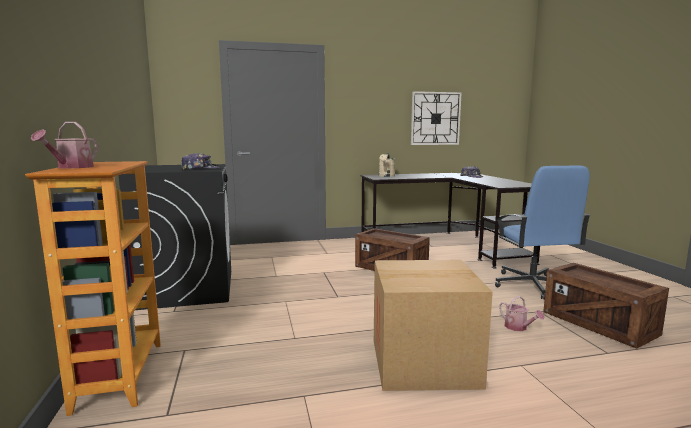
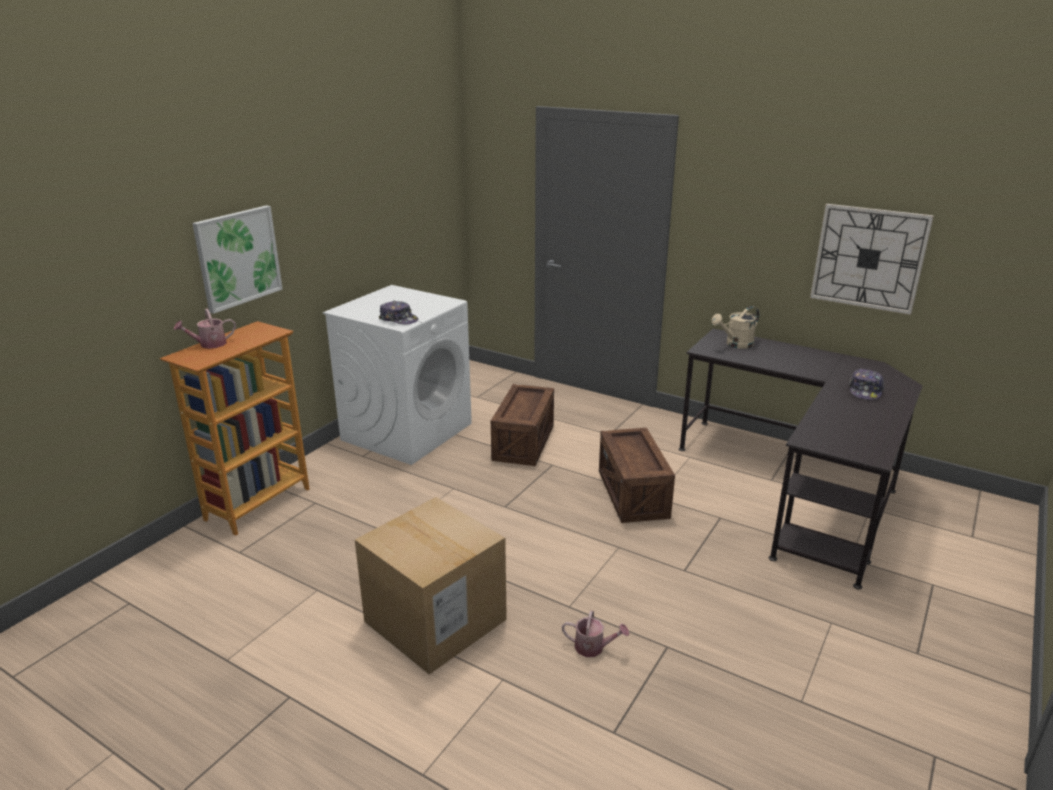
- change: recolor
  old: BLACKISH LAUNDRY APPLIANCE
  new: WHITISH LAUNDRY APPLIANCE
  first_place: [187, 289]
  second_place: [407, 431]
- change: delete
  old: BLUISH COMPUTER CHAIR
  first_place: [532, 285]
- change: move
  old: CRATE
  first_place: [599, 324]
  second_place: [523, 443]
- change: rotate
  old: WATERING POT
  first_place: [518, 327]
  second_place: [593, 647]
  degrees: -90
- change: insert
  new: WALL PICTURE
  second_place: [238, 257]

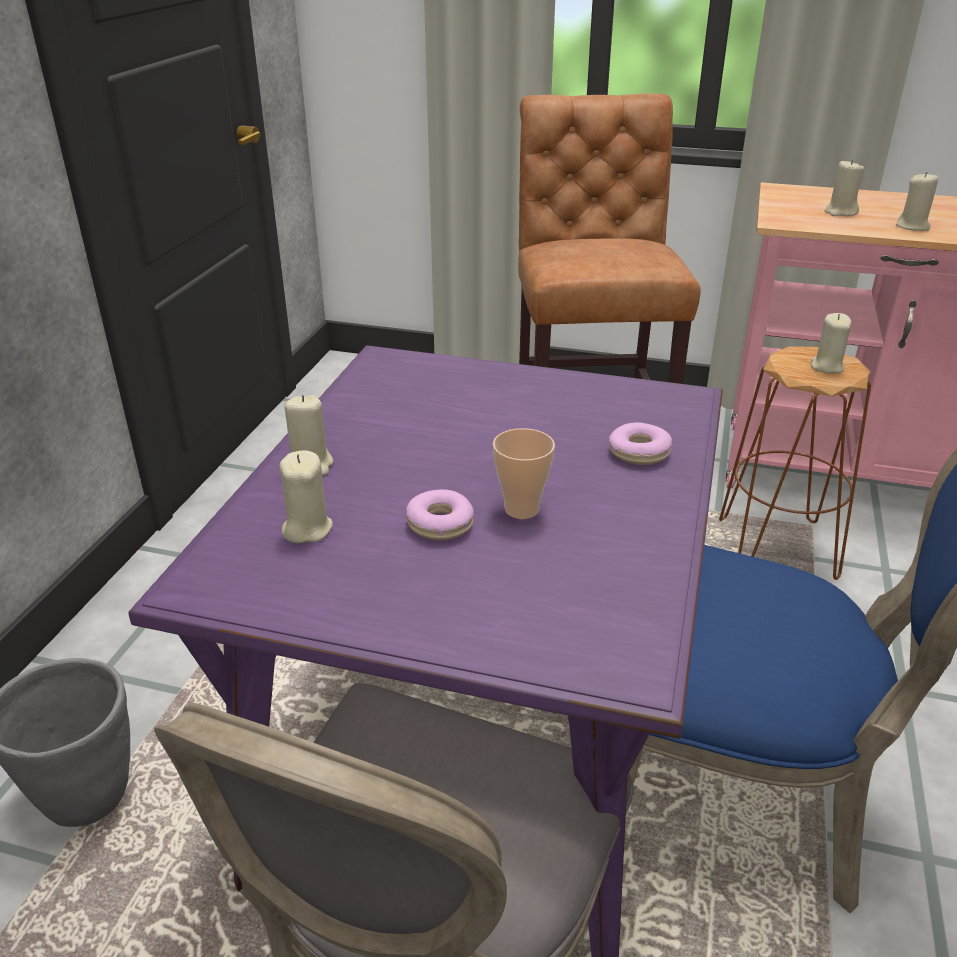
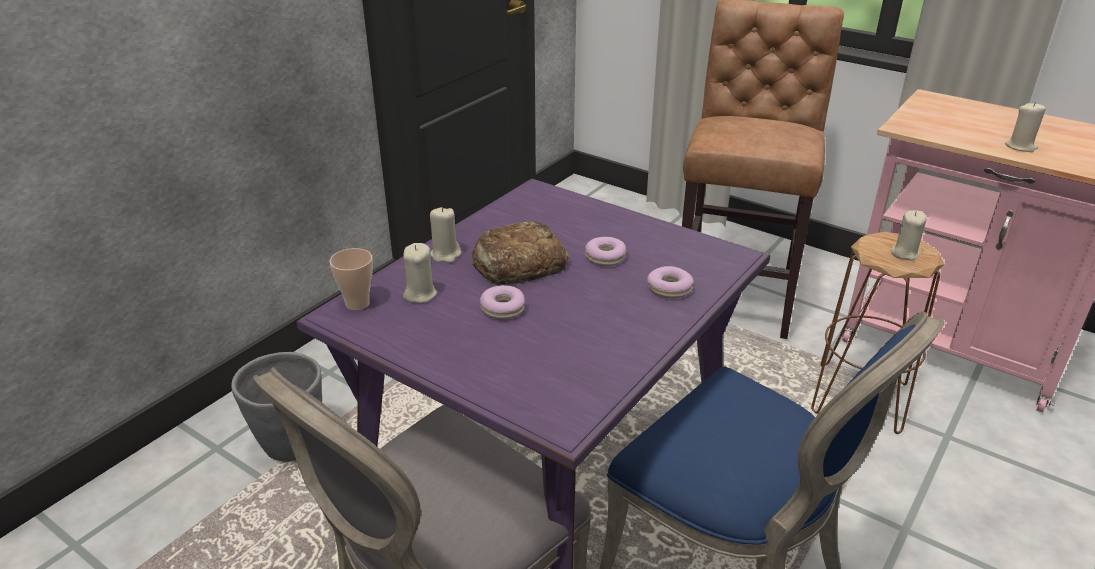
- change: delete
  old: BEIGE-COLOURED WAX LIGHT
  first_place: [840, 212]
- change: move
  old: SMALL CUP
  first_place: [521, 509]
  second_place: [357, 303]
- change: insert
  new: BAKERY BREAD
  second_place: [517, 264]
- change: insert
  new: DOUGHNUT
  second_place: [605, 257]

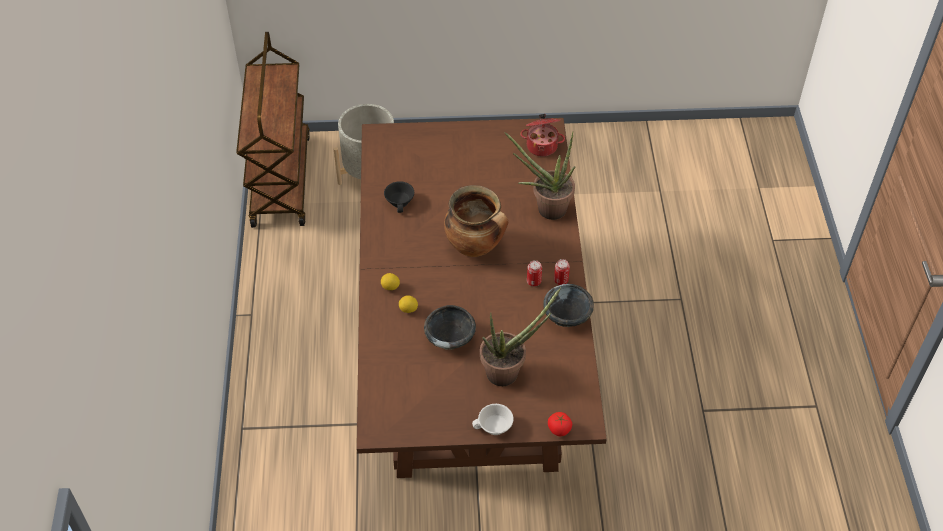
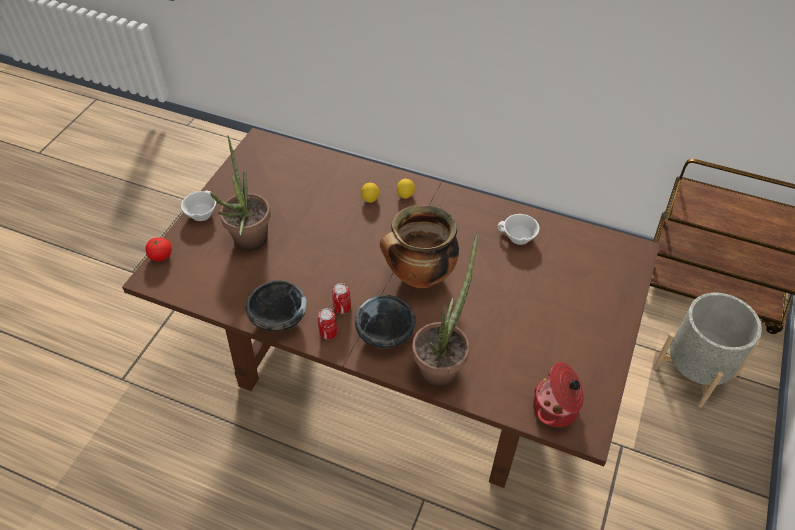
- change: recolor
  old: BLACKISH SMALL CUP
  new: WHITISH SMALL CUP
  first_place: [401, 202]
  second_place: [517, 237]
- change: move
  old: BLACKISH DEEP DISH
  first_place: [450, 337]
  second_place: [385, 333]

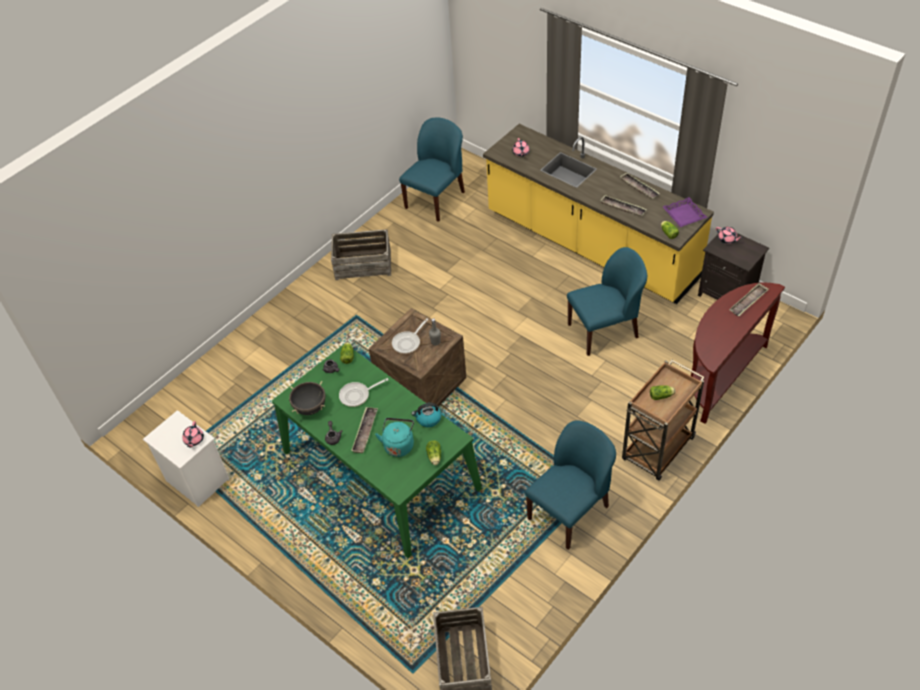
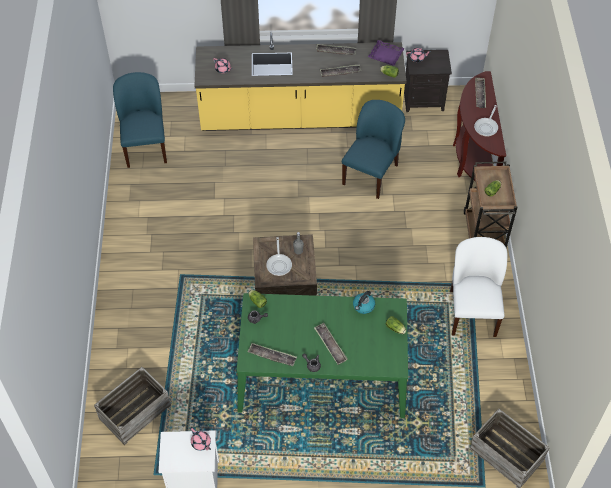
- change: move
  old: CRATE
  first_place: [363, 264]
  second_place: [134, 411]
- change: move
  old: SKILLET
  first_place: [357, 395]
  second_place: [486, 127]
- change: replace
  old: BLACKISH COOKING POT
  new: SERVING TRAY
  first_place: [310, 408]
  second_place: [272, 356]
- change: delete
  old: TURQUOISE-COLOURED WATER KETTLE
  first_place: [399, 444]
- change: recolor
  old: BLUISH UPRIGHT CHAIR
  new: WHITISH UPRIGHT CHAIR
  first_place: [569, 511]
  second_place: [472, 312]

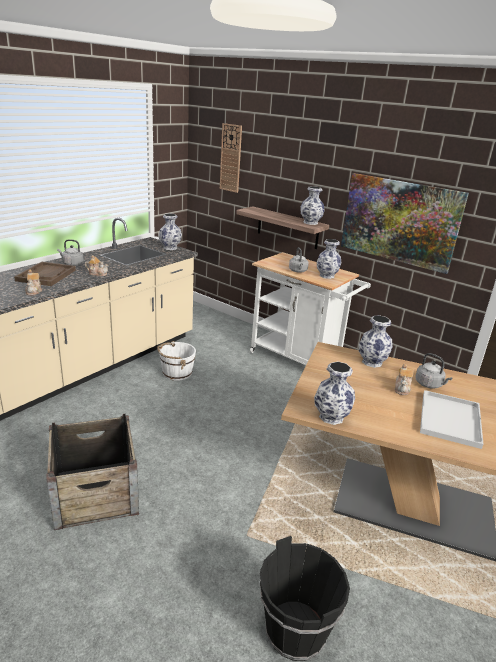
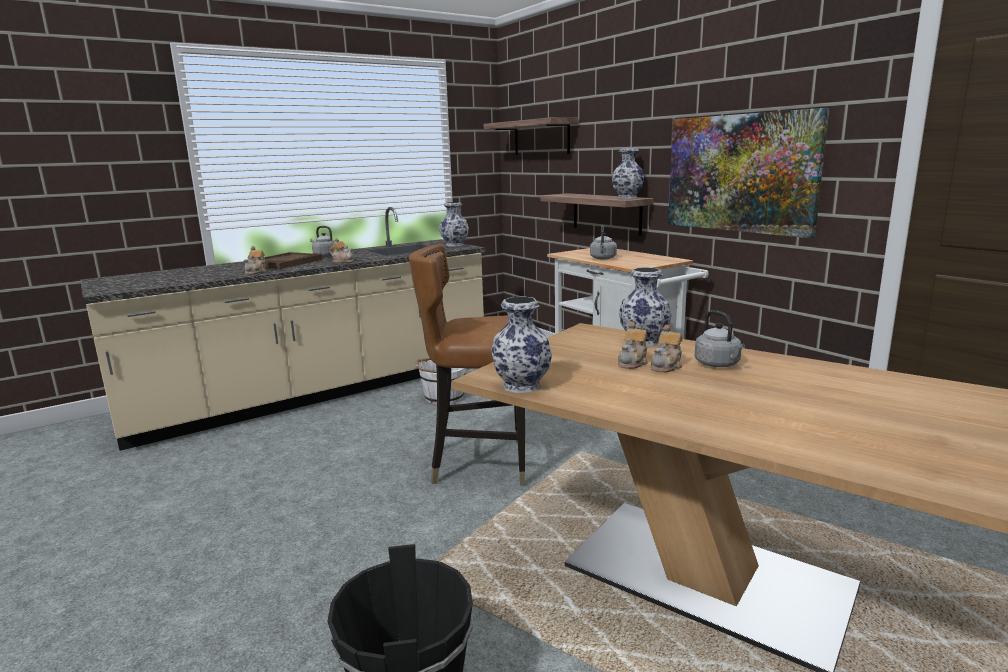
- change: replace
  old: WALL CLOCK
  new: SHELF
  first_place: [231, 158]
  second_place: [541, 137]
- change: delete
  old: DECORATIVE VASE
  first_place: [327, 276]
- change: delete
  old: WHITISH SERVING TRAY
  first_place: [451, 420]
- change: delete
  old: CRATE
  first_place: [95, 492]
- change: insert
  new: BROWNISH UPRIGHT CHAIR
  second_place: [482, 463]
- change: insert
  new: TEA POT
  second_place: [633, 362]

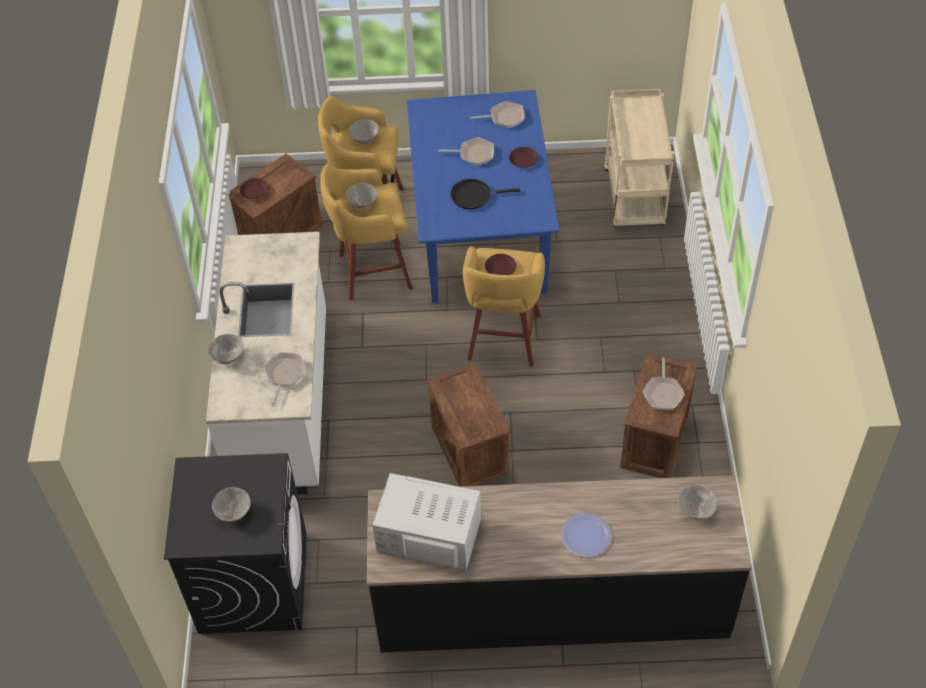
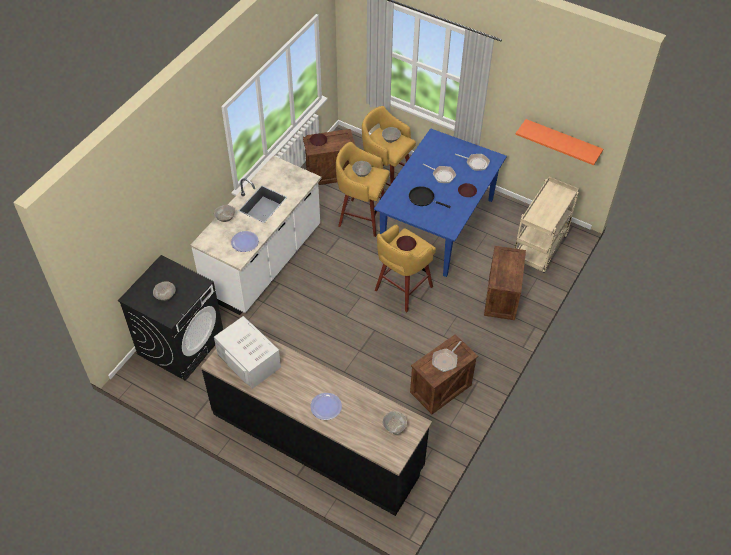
- change: replace
  old: SKILLET
  new: FLAT DISH
  first_place: [284, 375]
  second_place: [244, 242]
- change: move
  old: CRATE
  first_place: [468, 450]
  second_place: [501, 297]
- change: insert
  new: ORANGEY SHELF
  second_place: [562, 141]

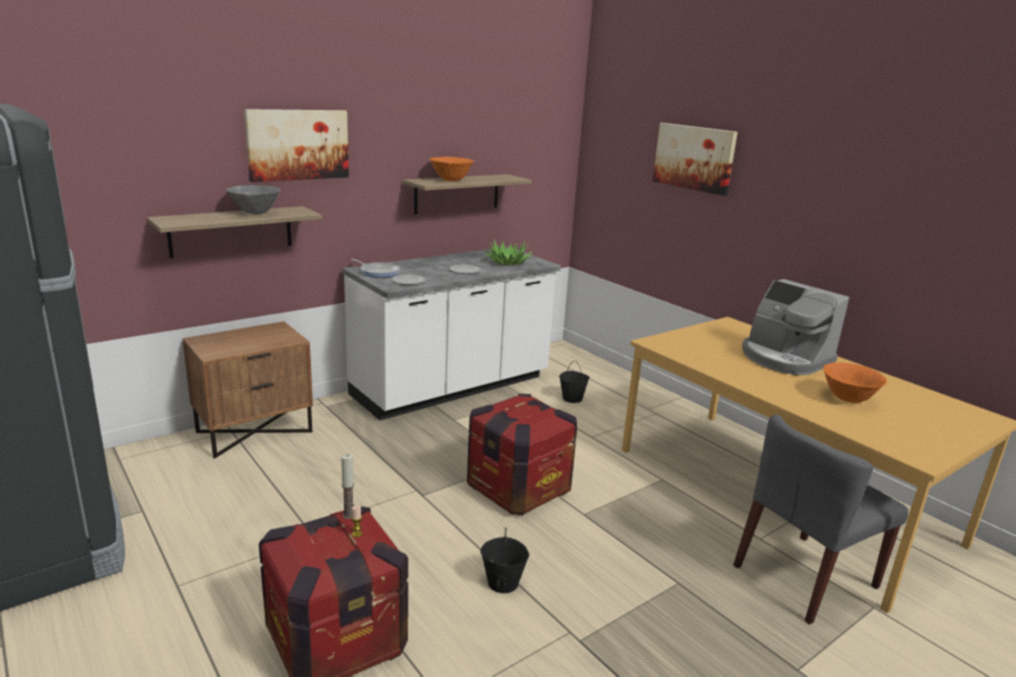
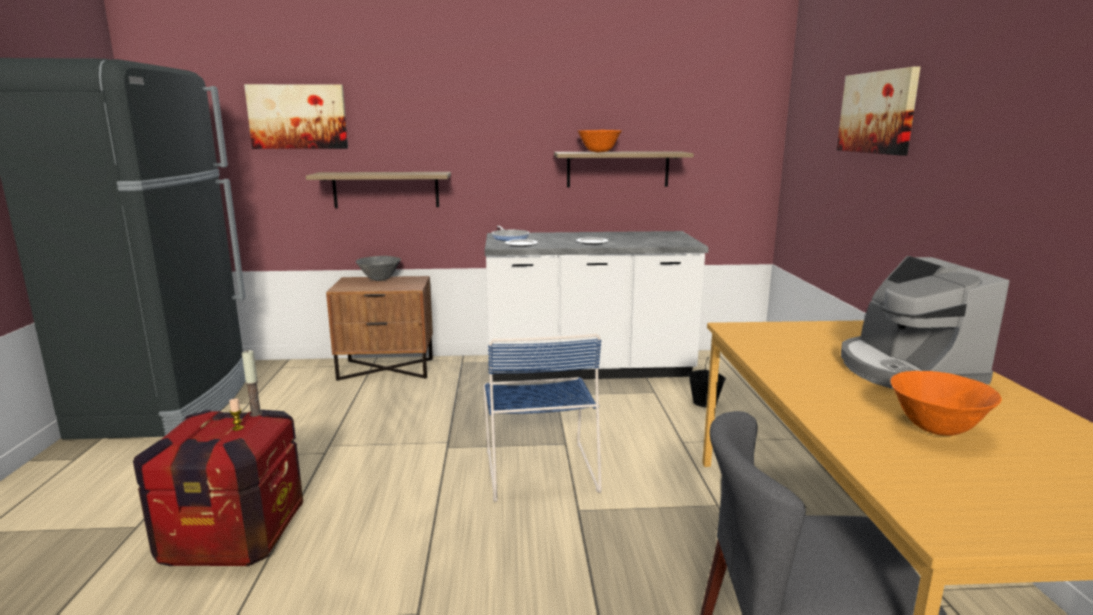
- change: move
  old: WALL PICTURE
  first_place: [298, 144]
  second_place: [298, 117]
- change: move
  old: GREY DEEP DISH
  first_place: [255, 213]
  second_place: [380, 280]
- change: delete
  old: HOUSEPLANT
  first_place: [507, 262]
- change: replace
  old: CRATE
  new: BLUISH UPRIGHT CHAIR
  first_place: [518, 489]
  second_place: [540, 467]
- change: delete
  old: BLACKISH WATER BUCKET
  first_place: [502, 583]

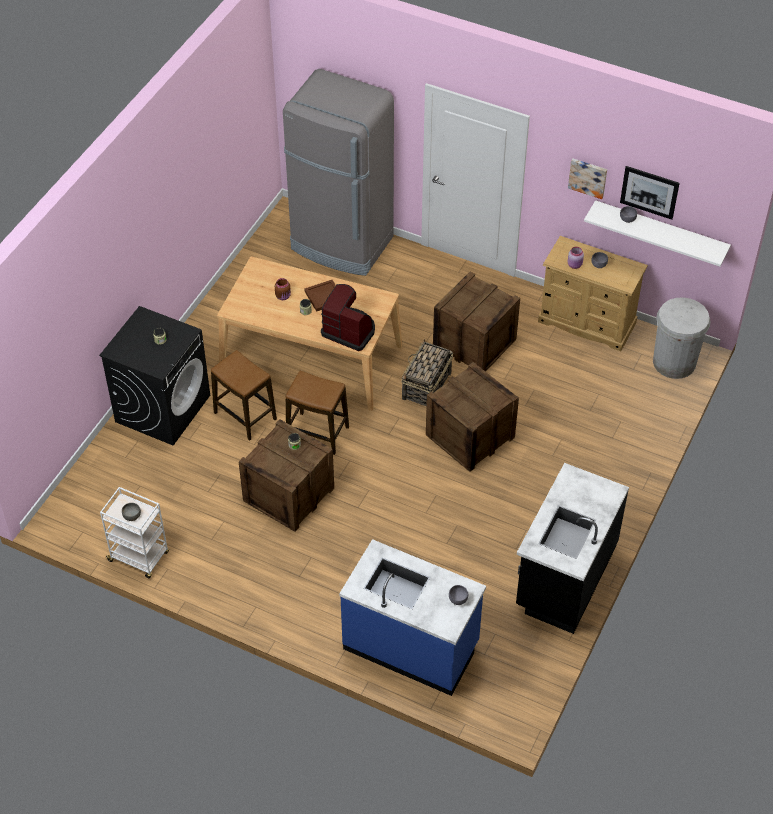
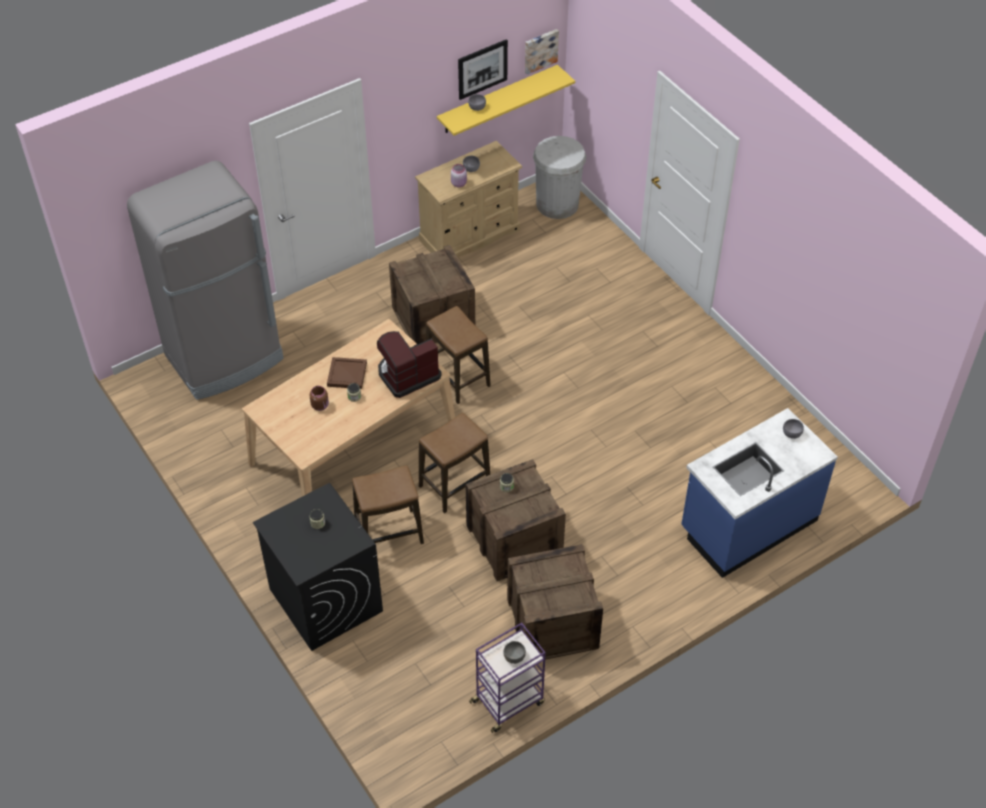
- change: move
  old: WALL PICTURE
  first_place: [588, 177]
  second_place: [540, 50]
- change: recolor
  old: WHITISH SHELF
  new: YELLOW SHELF
  first_place: [660, 231]
  second_place: [498, 99]
- change: replace
  old: STORAGE BASKET
  new: SITTING STOOL
  first_place: [426, 386]
  second_place: [458, 378]
- change: move
  old: CRATE
  first_place: [469, 436]
  second_place: [552, 624]
- change: delete
  old: BLACKISH COUNTER
  first_place: [564, 576]
- change: recolor
  old: WHITISH WHEELED CART
  new: PURPLISH WHEELED CART
  first_place: [139, 557]
  second_place: [508, 701]

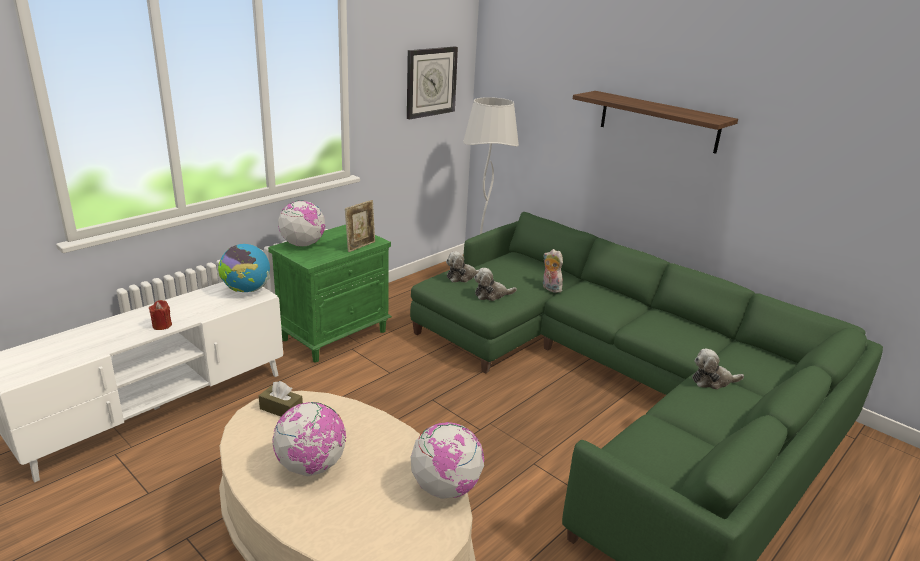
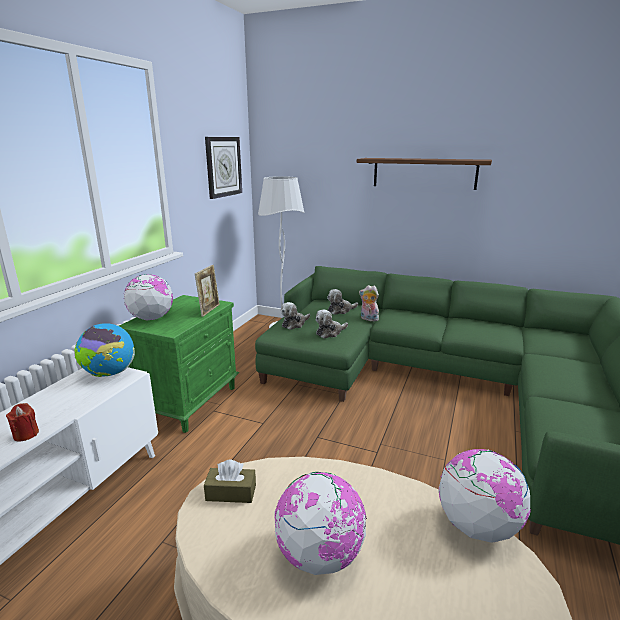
- change: move
  old: SOFT TOY
  first_place: [712, 381]
  second_place: [340, 310]

